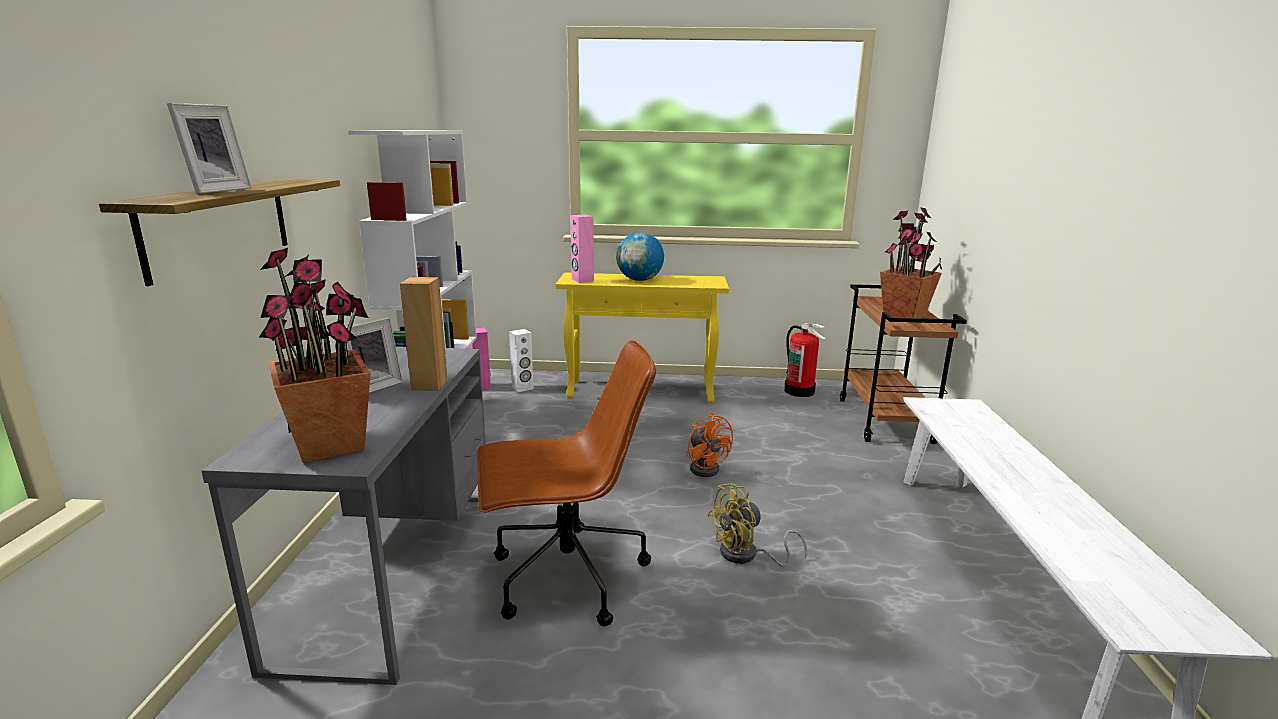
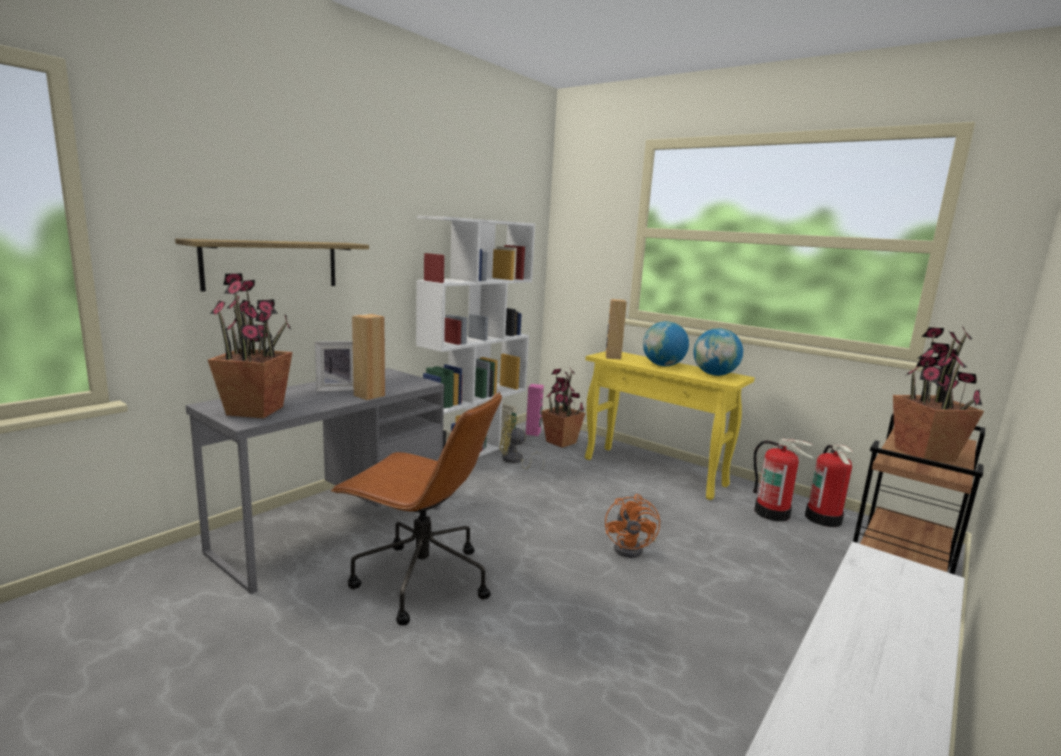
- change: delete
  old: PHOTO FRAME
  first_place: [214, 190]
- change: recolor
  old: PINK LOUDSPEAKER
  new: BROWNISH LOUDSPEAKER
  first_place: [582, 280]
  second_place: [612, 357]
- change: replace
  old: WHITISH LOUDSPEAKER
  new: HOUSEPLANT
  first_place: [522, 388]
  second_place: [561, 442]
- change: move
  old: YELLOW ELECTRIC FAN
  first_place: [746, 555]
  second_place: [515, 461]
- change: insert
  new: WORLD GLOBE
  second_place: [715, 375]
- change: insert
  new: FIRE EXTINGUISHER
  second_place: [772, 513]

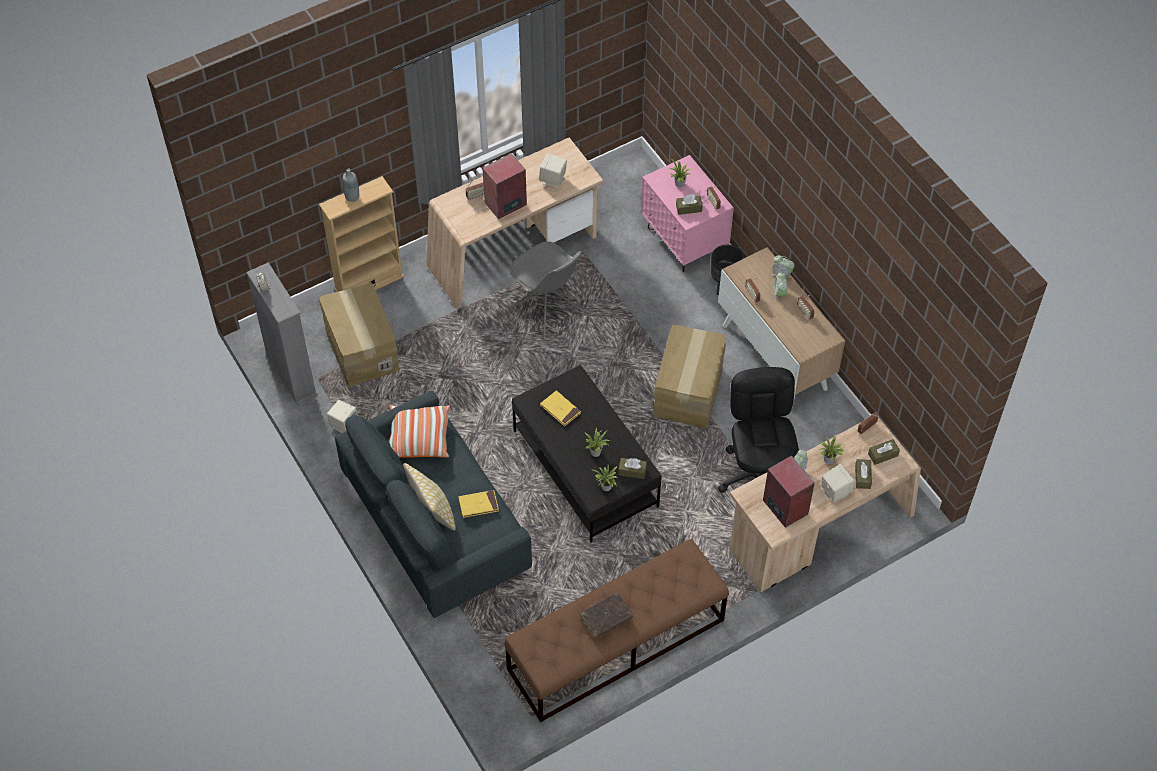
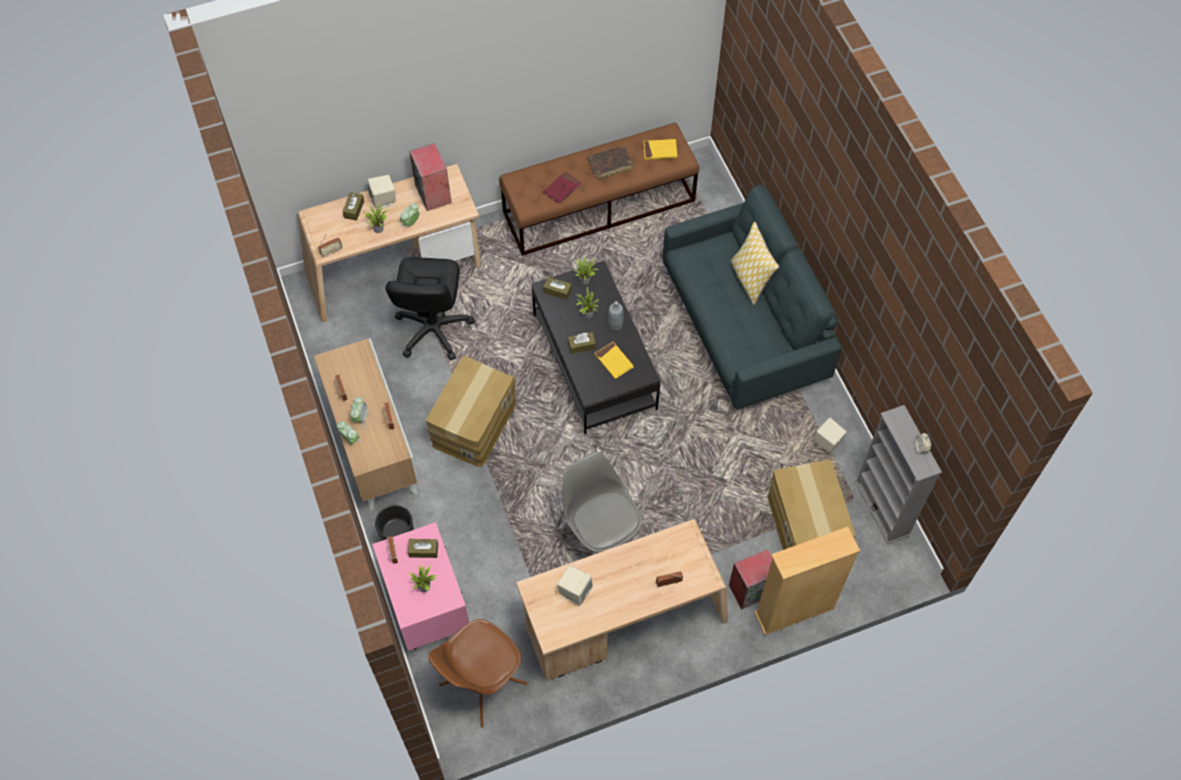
- change: move
  old: LOUDSPEAKER
  first_place: [505, 204]
  second_place: [751, 589]
- change: move
  old: GREY BEVERAGE BOTTLE
  first_place: [352, 196]
  second_place: [615, 325]
- change: delete
  old: THROW PILLOW
  first_place: [419, 438]
- change: move
  old: BROWNISH TISSUE HOLDER
  first_place: [883, 455]
  second_place: [581, 345]
- change: move
  old: YELLOW BOOK
  first_place: [478, 505]
  second_place: [660, 151]
- change: insert
  new: RED BOOK
  second_place: [562, 188]
- change: insert
  new: BROWNISH UPRIGHT CHAIR
  second_place: [481, 685]

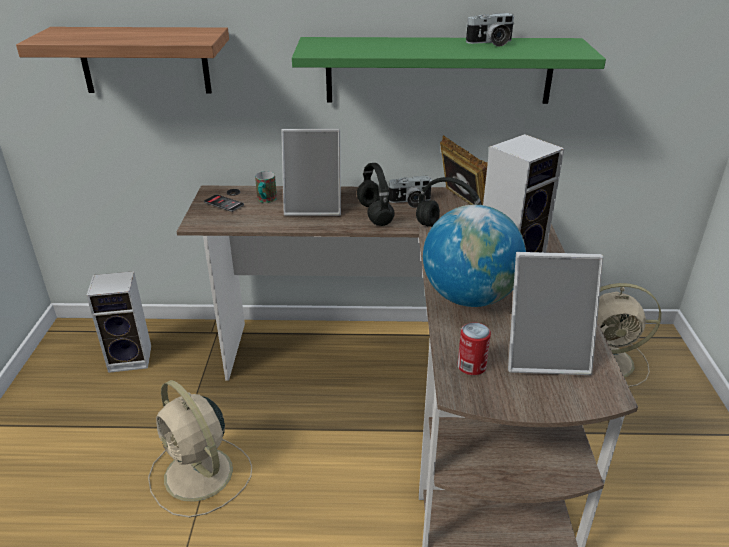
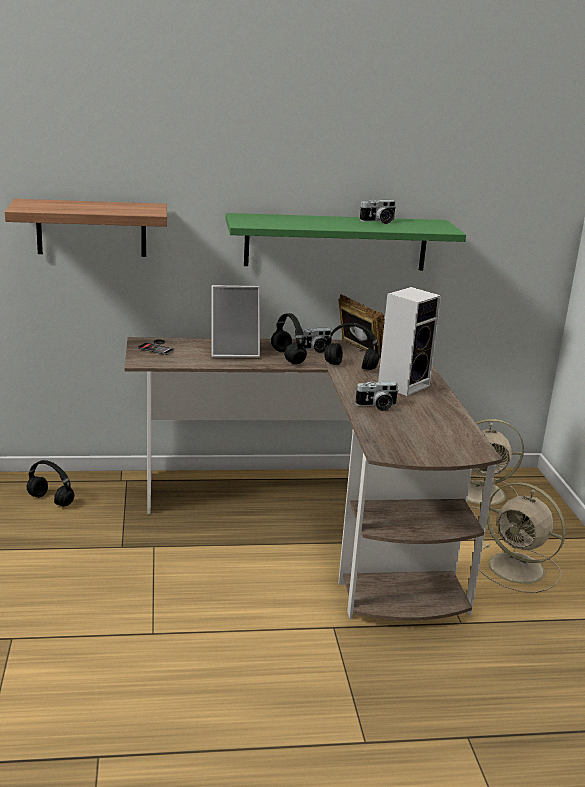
- change: delete
  old: MUG
  first_place: [265, 200]
- change: replace
  old: WORLD GLOBE
  new: STILL CAMERA
  first_place: [469, 297]
  second_place: [377, 406]
- change: delete
  old: PHOTO FRAME
  first_place: [545, 355]
- change: replace
  old: LOUDSPEAKER
  new: BLACKISH HEADPHONES
  first_place: [132, 358]
  second_place: [51, 500]
- change: delete
  old: SEALED CAN
  first_place: [471, 366]
- change: move
  old: BEIGE-COLOURED ELECTRIC FAN
  first_place: [200, 475]
  second_place: [519, 569]

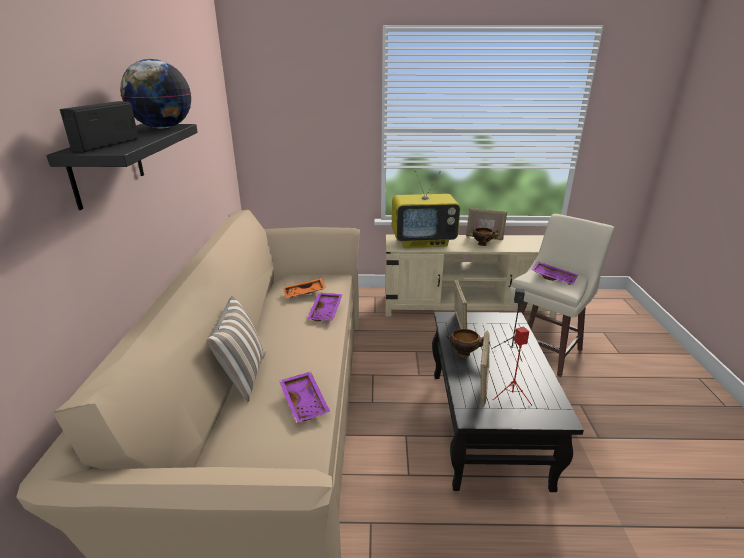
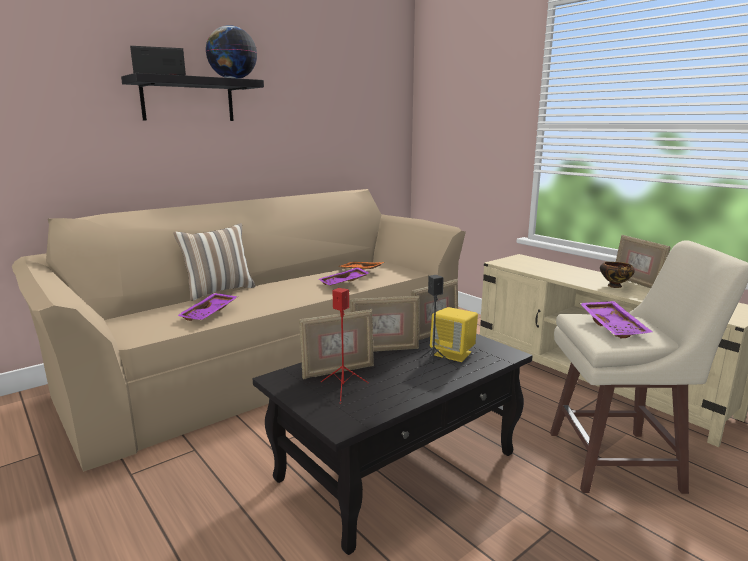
- change: delete
  old: TV SET
  first_place: [423, 241]
- change: replace
  old: DEEP DISH
  new: PHOTO FRAME
  first_place: [465, 353]
  second_place: [384, 349]
- change: insert
  new: YELLOW LOUDSPEAKER
  second_place: [453, 354]

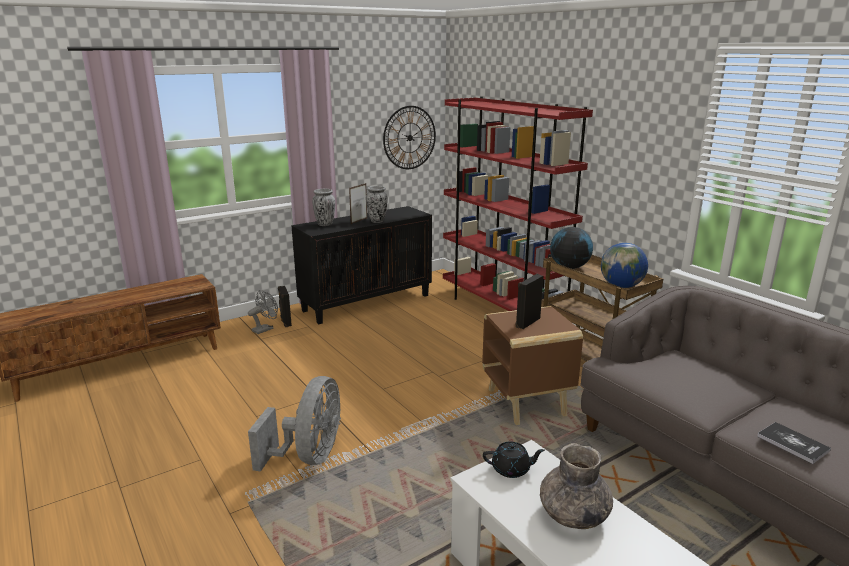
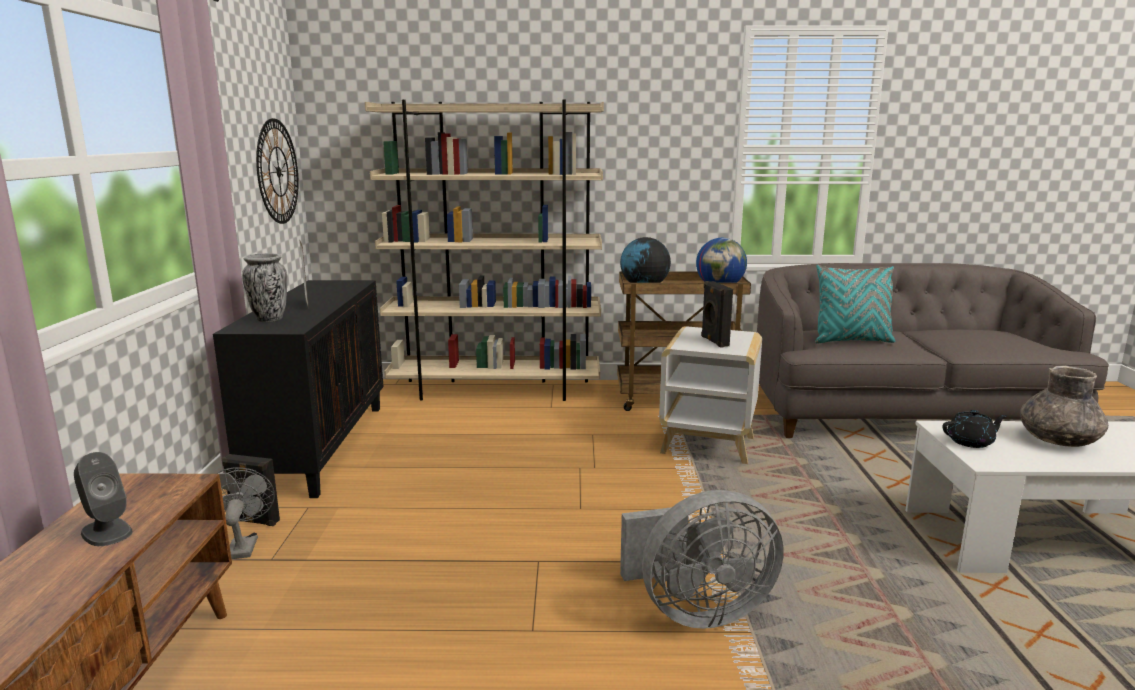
- change: recolor
  old: RED SHELVING UNIT
  new: BEIGE-COLOURED SHELVING UNIT
  first_place: [502, 311]
  second_place: [496, 390]
- change: delete
  old: DECORATIVE VASE
  first_place: [377, 221]
- change: recolor
  old: BROWNISH ACCENT TABLE
  new: WHITISH ACCENT TABLE
  first_place: [527, 403]
  second_place: [709, 445]
- change: rotate
  old: GREY ELECTRIC FAN
  first_place: [309, 456]
  second_place: [696, 611]
  degrees: 120
- change: delete
  old: BOOK
  first_place: [792, 443]
- change: rotate
  old: BLACKISH TEA POT
  first_place: [511, 469]
  second_place: [971, 442]
  degrees: 45
- change: insert
  new: TURQUOISE-COLOURED THROW PILLOW
  second_place: [851, 341]
- change: insert
  new: GREY LOUDSPEAKER
  second_place: [106, 532]

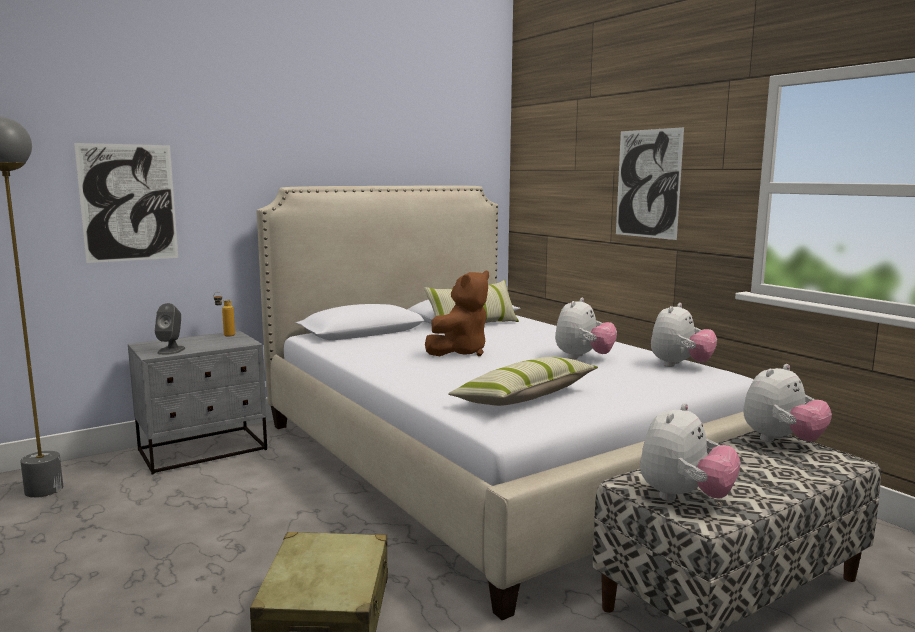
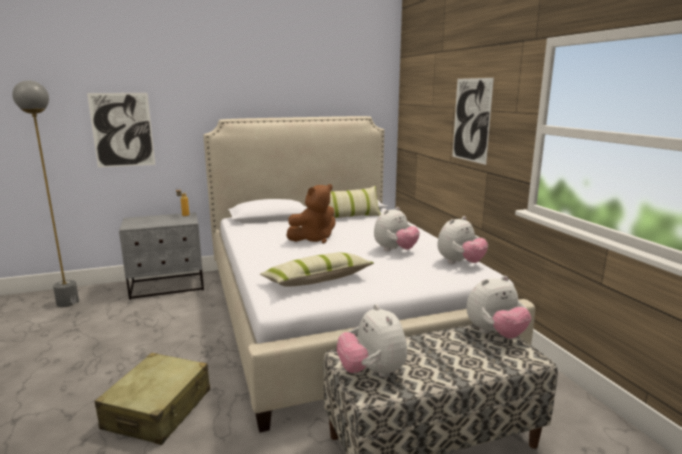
- change: delete
  old: GREY LOUDSPEAKER
  first_place: [171, 350]
- change: rotate
  old: SOFT TOY
  first_place: [684, 498]
  second_place: [372, 372]
  degrees: 105

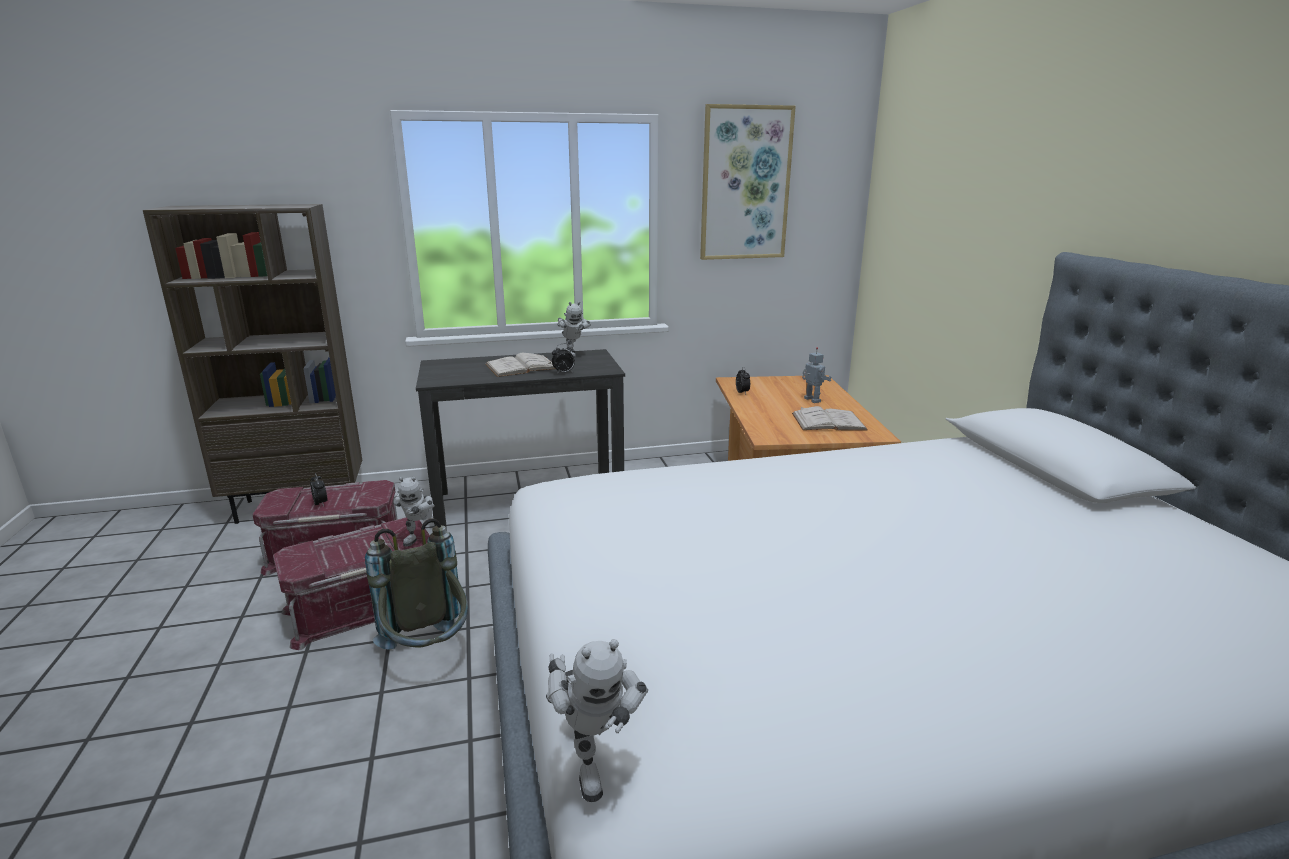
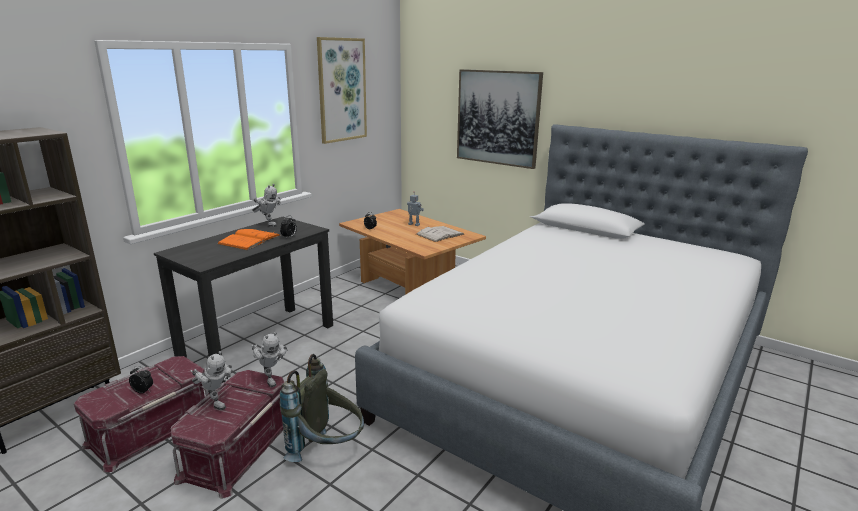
- change: recolor
  old: WHITISH BOOK
  new: ORANGEY BOOK
  first_place: [522, 366]
  second_place: [249, 239]
- change: move
  old: ROBOT FIGURE
  first_place: [592, 760]
  second_place: [215, 402]
- change: insert
  new: WALL PICTURE
  second_place: [498, 118]

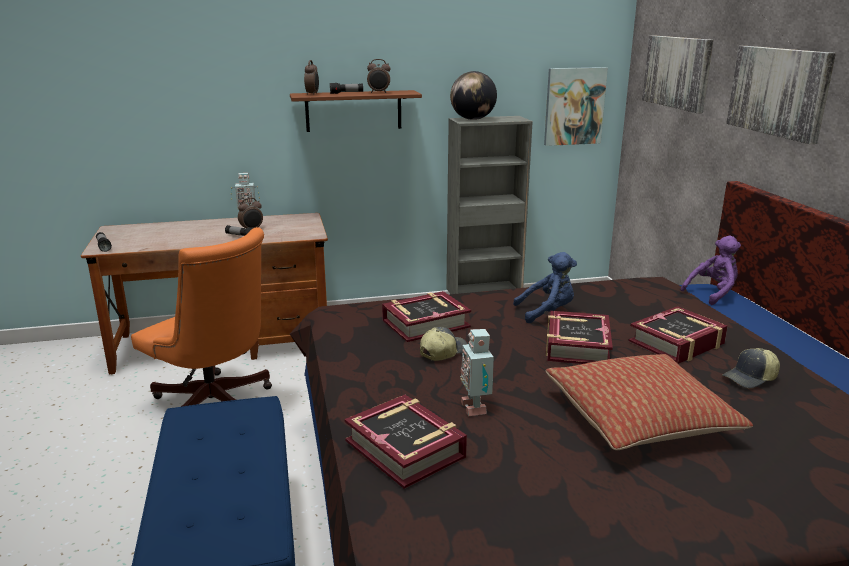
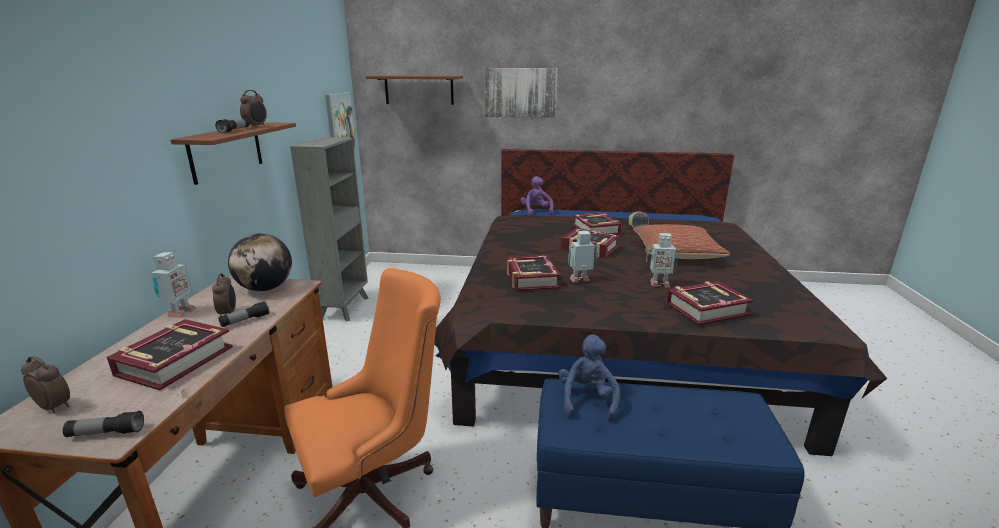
- change: replace
  old: WALL PICTURE
  new: BROWNISH SHELF
  first_place: [677, 72]
  second_place: [419, 90]
- change: move
  old: ALARM CLOCK
  first_place: [312, 94]
  second_place: [55, 406]
- change: move
  old: WORLD GLOBE
  first_place: [472, 119]
  second_place: [265, 288]
- change: move
  old: BLUISH SOFT TOY
  first_place: [547, 312]
  second_place: [587, 400]
- change: replace
  old: CAP
  new: ROBOT FIGURE
  first_place: [442, 352]
  second_place: [581, 280]
- change: insert
  new: BOOK
  second_place: [175, 361]

